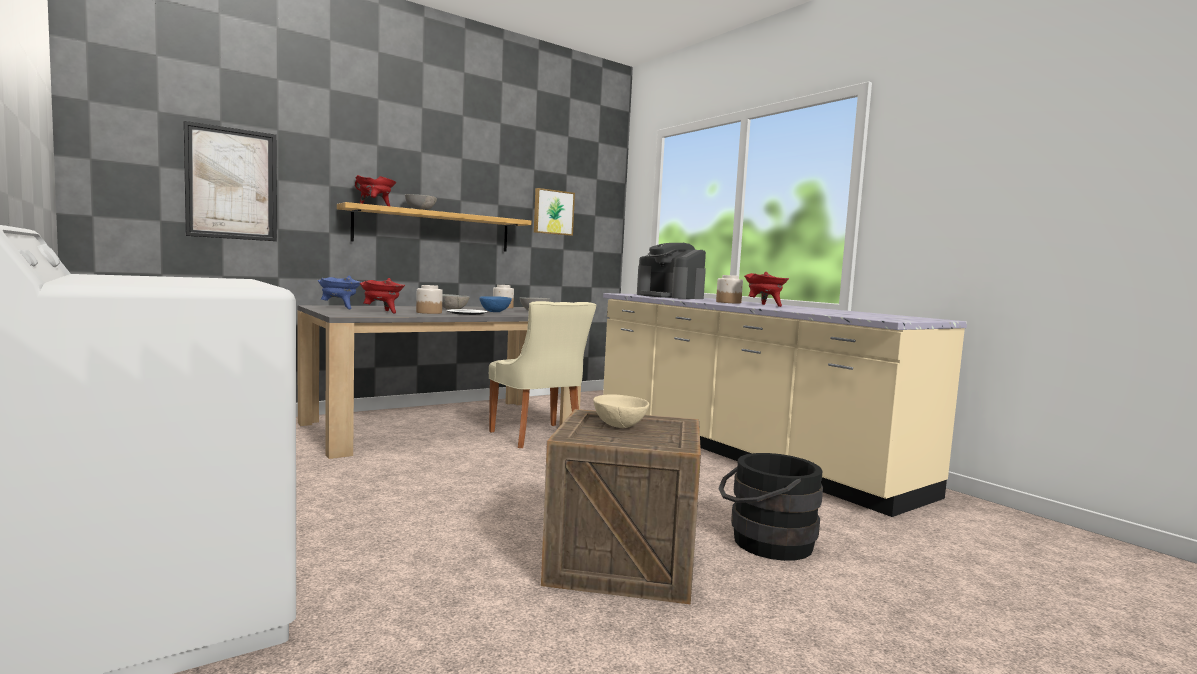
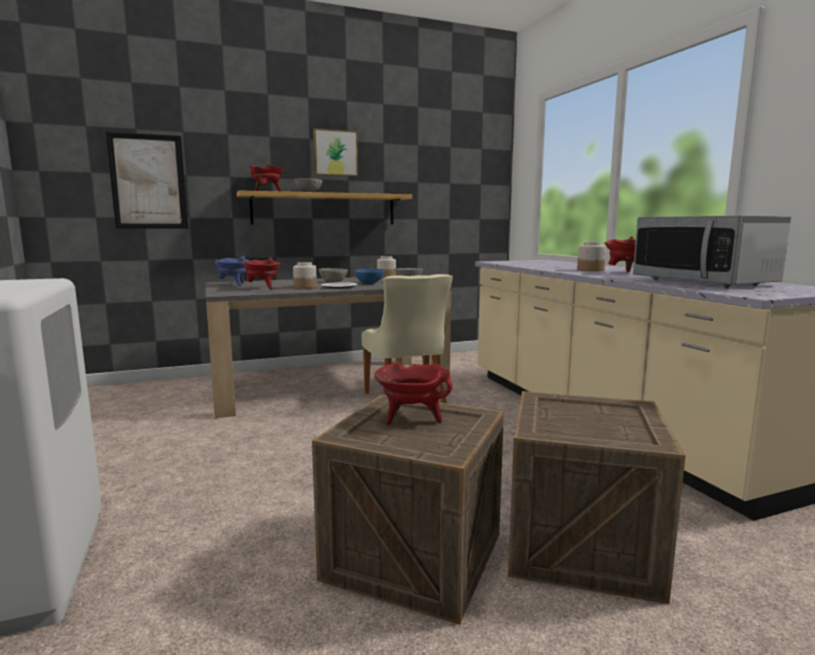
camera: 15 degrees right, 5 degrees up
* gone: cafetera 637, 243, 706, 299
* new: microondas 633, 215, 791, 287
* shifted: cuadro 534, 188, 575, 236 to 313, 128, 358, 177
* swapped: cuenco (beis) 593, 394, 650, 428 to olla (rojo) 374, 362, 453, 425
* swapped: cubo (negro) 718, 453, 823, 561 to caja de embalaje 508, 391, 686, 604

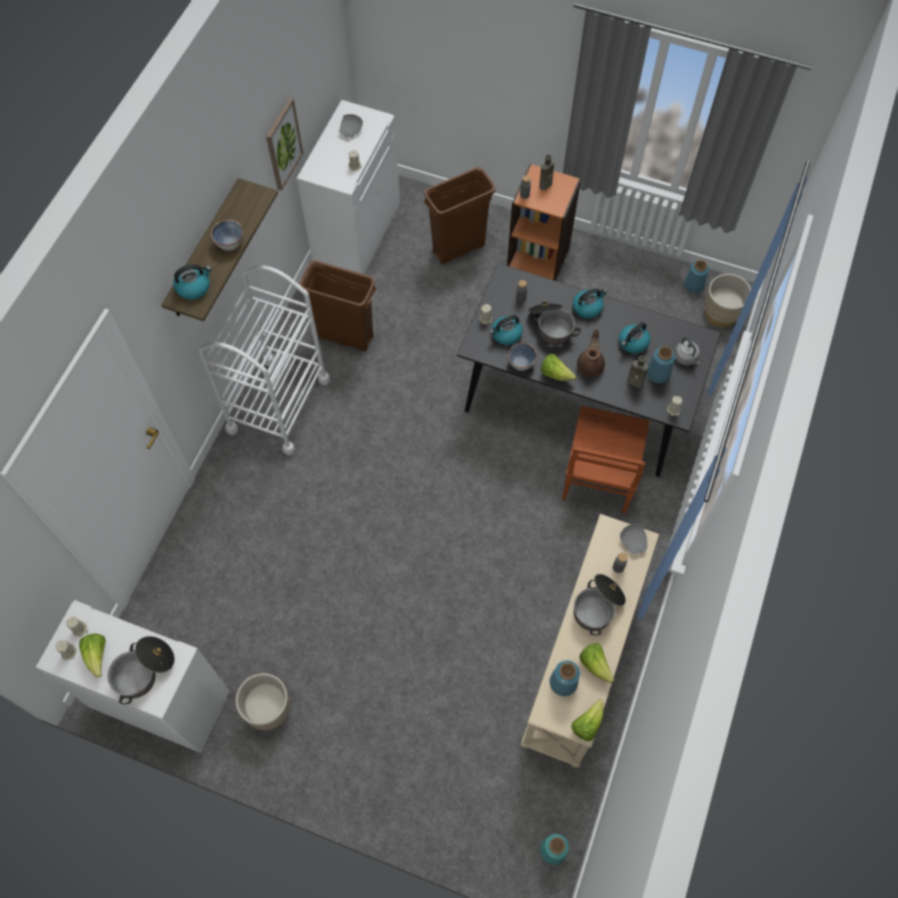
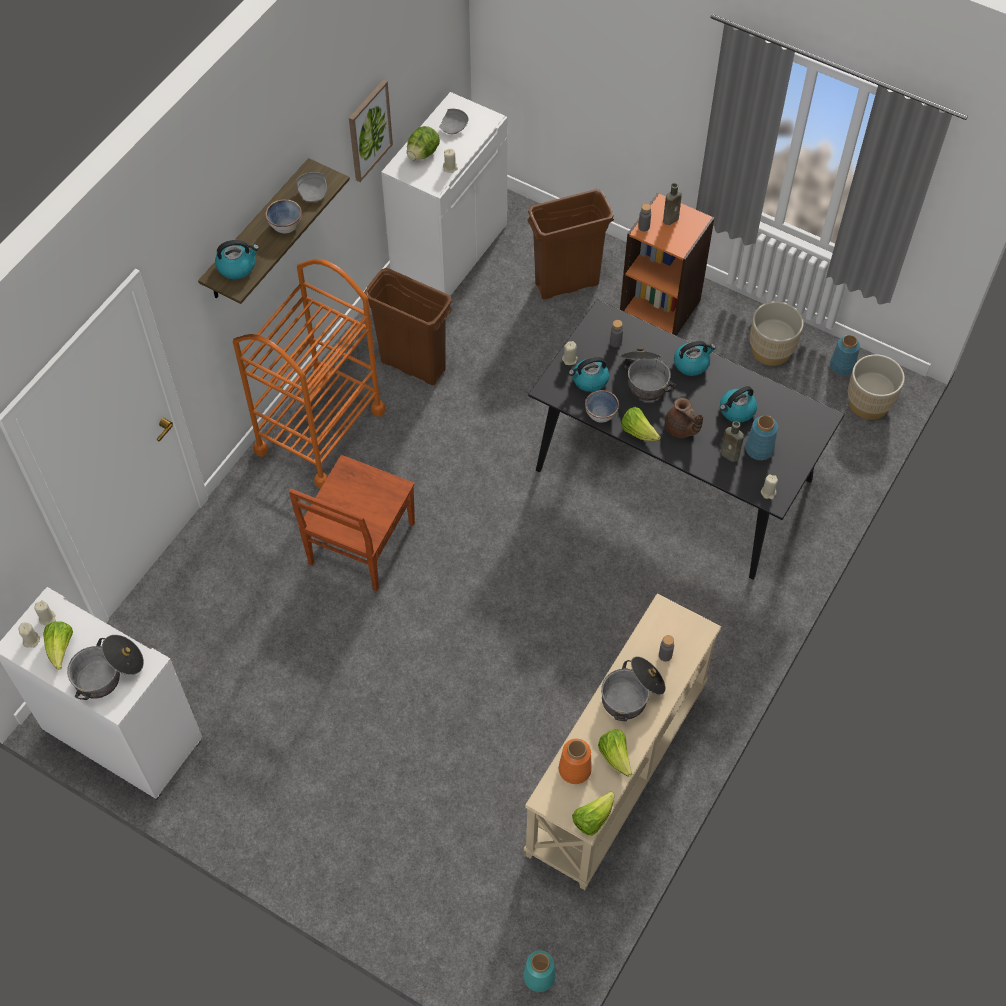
camera: 10 degrees right, 5 degrees down
* gone: hervidor (gris) 674, 337, 700, 365
* new: lechuga 407, 126, 440, 160
* shifted: maceta (beis) 236, 673, 290, 730 to 750, 301, 804, 366
* shifted: silla (marrón) 562, 406, 649, 514 to 289, 455, 415, 592
* shifted: plato (gris) 620, 524, 647, 554 to 296, 172, 327, 202
* repainted: carrito (blanco) 198, 265, 330, 455 to carrito (naranja) 233, 259, 385, 488
* repainted: florero (azul) 550, 660, 580, 696 to florero (naranja) 559, 739, 592, 784
* rotated: tetera (marrón) 577, 329, 605, 377 = 665, 398, 703, 438 120 degrees clockwise

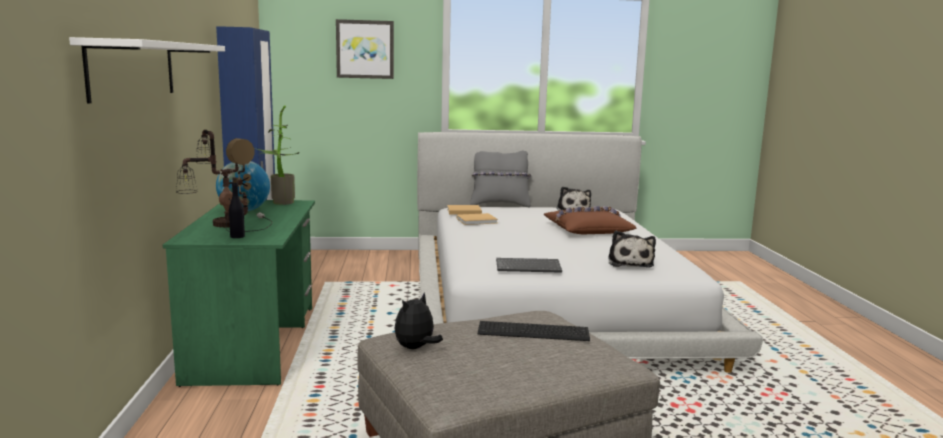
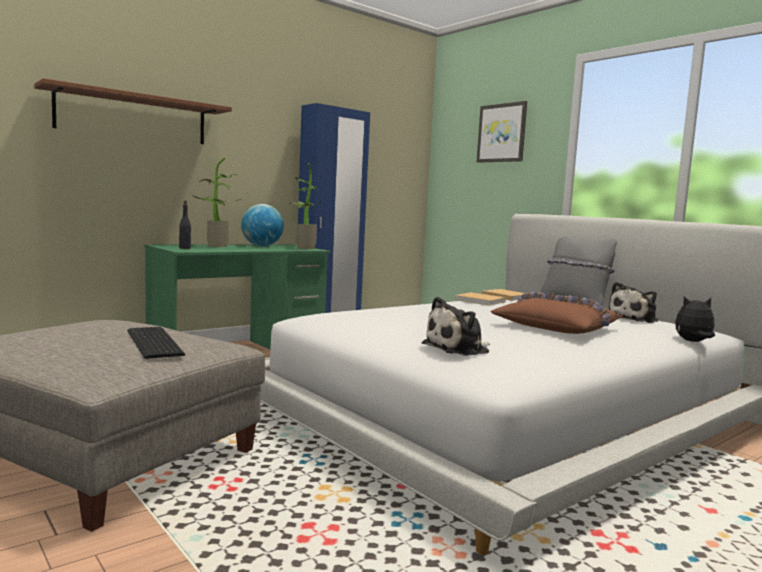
camera: 55 degrees right, 5 degrees down
* gone: teclado 496, 258, 562, 273
* shifted: peluche 394, 292, 443, 349 to 675, 296, 715, 342
* swapped: lámpara de mesa 176, 130, 272, 232 to planta en maceta 192, 157, 241, 247
* repainted: estante (blanco) 69, 37, 225, 104 to estante (marrón) 34, 78, 232, 144

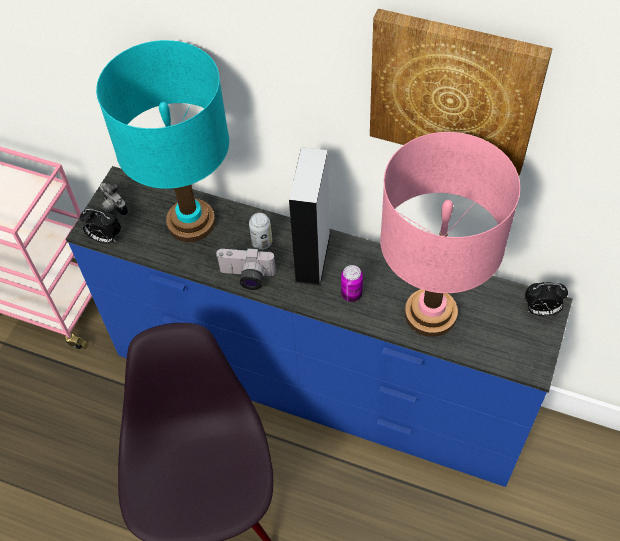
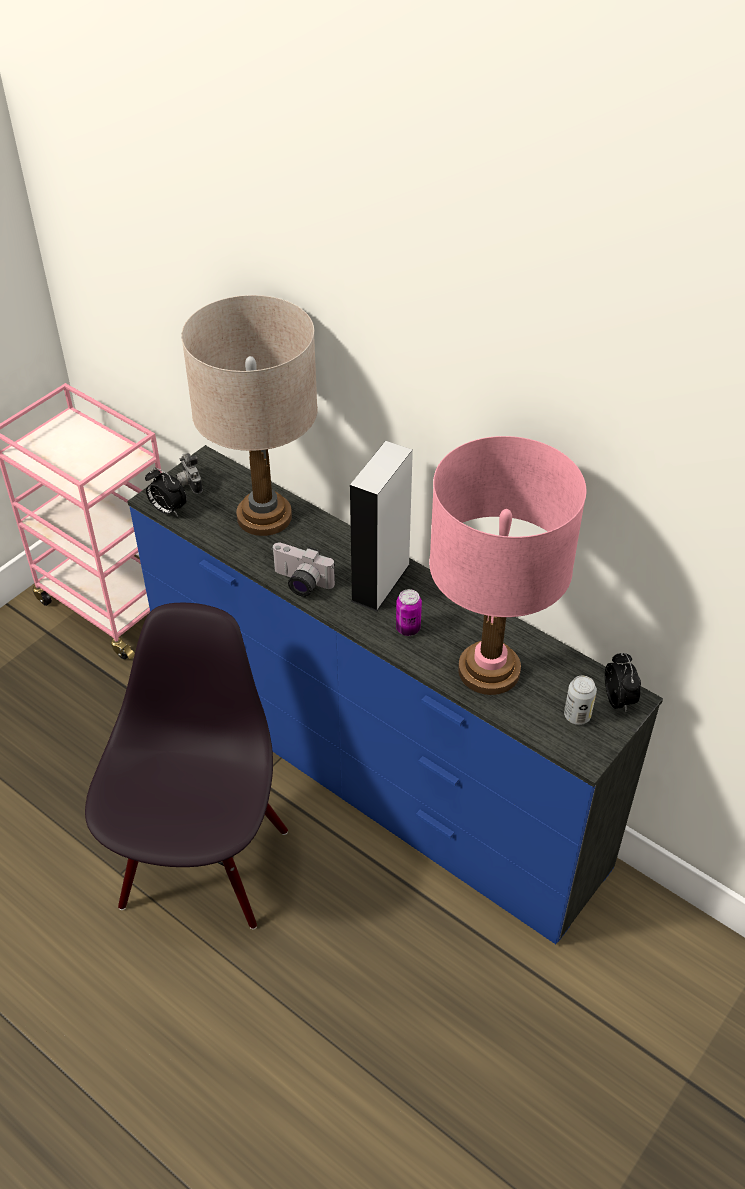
camera: 15 degrees right, 10 degrees down
* gone: cuadro 370, 8, 552, 175
* shifted: lata 249, 213, 272, 250 to 564, 676, 597, 725
* repainted: lámpara de mesa (turquesa) 96, 40, 229, 242 to lámpara de mesa (beis) 181, 295, 318, 536
* rotated: despertador 525, 282, 568, 316 = 605, 653, 641, 712 120 degrees counterclockwise

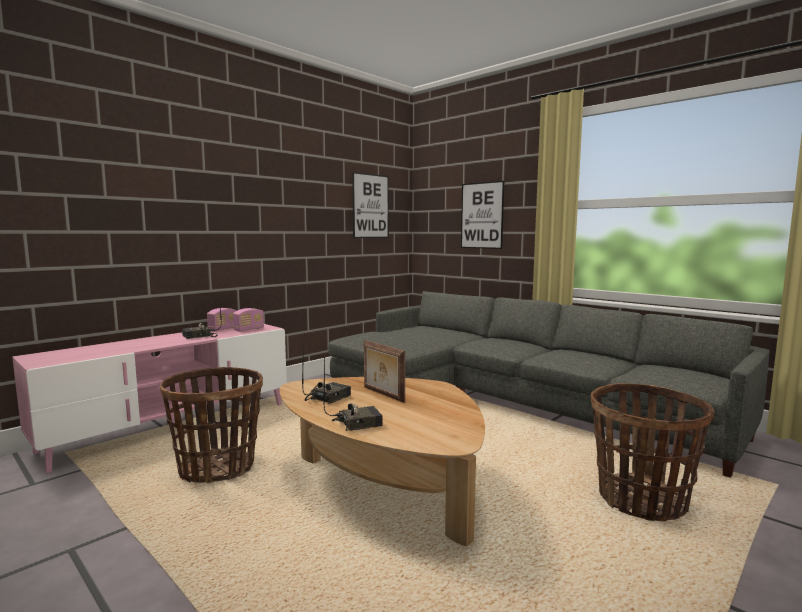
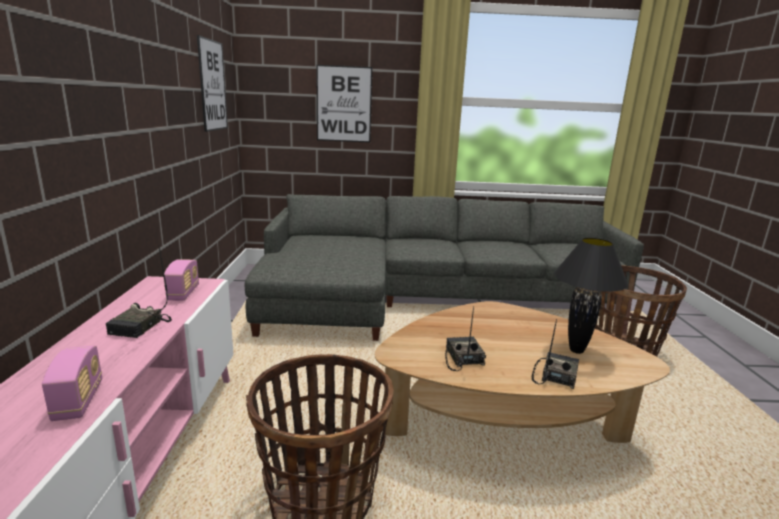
camera: 45 degrees left, 10 degrees up
* gone: portarretratos 364, 340, 405, 403
* new: lámpara de mesa (negro) 554, 238, 629, 354
* shifted: radio 207, 308, 236, 332 to 42, 345, 102, 421

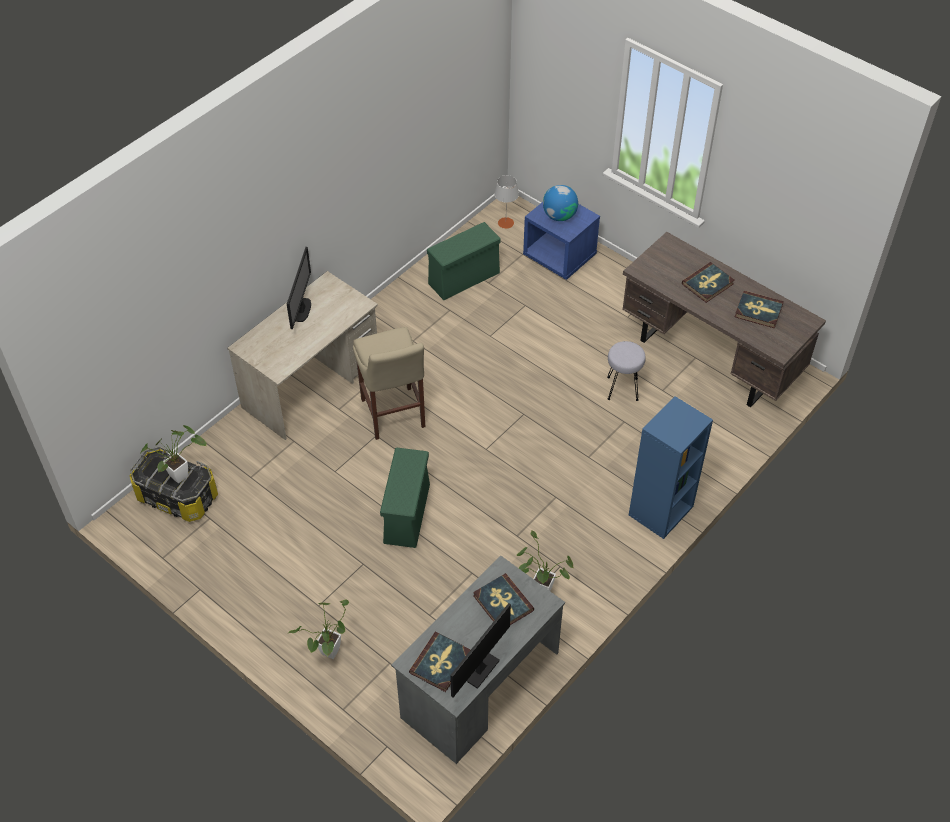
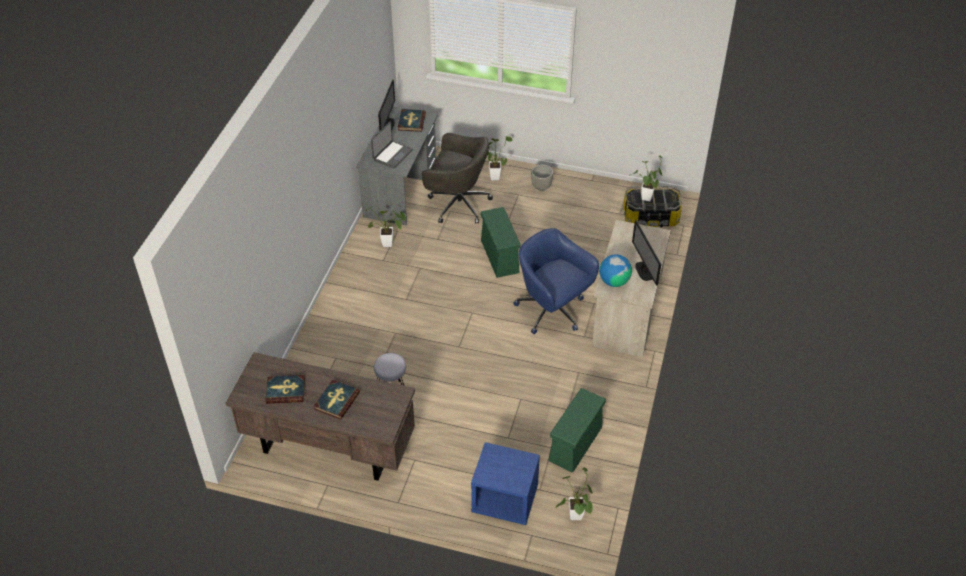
camera: 155 degrees right, 5 degrees down
* gone: estantería (azul) 629, 396, 713, 539
* new: silla de oficina (gris) 422, 133, 493, 224
* new: maceta (gris) 531, 165, 553, 191
* shifted: globo terráqueo 543, 185, 578, 221 to 599, 254, 632, 287
* swapped: taburete (beis) 353, 327, 425, 440 to silla de oficina (azul) 513, 228, 599, 334
* swapped: libro 473, 573, 534, 625 to portátil 371, 122, 413, 169
* swapped: lámpara de mesa (gris) 494, 175, 519, 229 to planta en maceta 556, 467, 593, 520

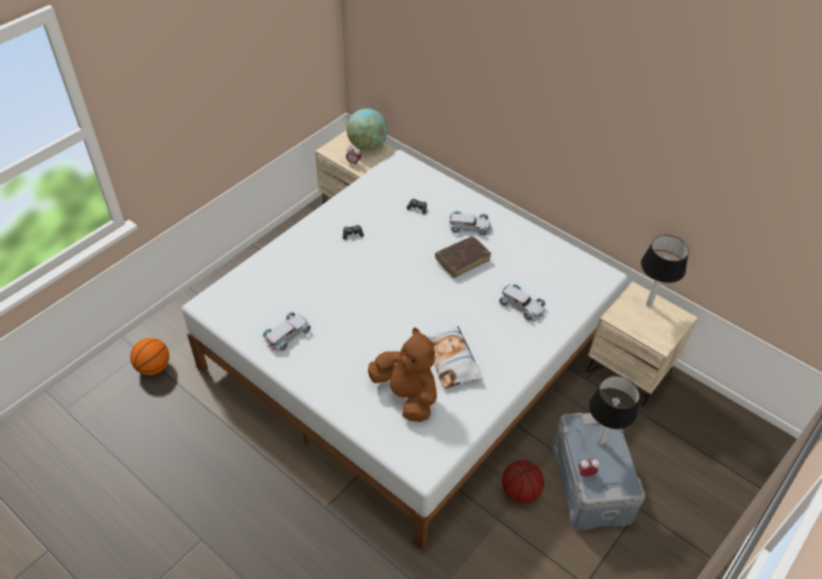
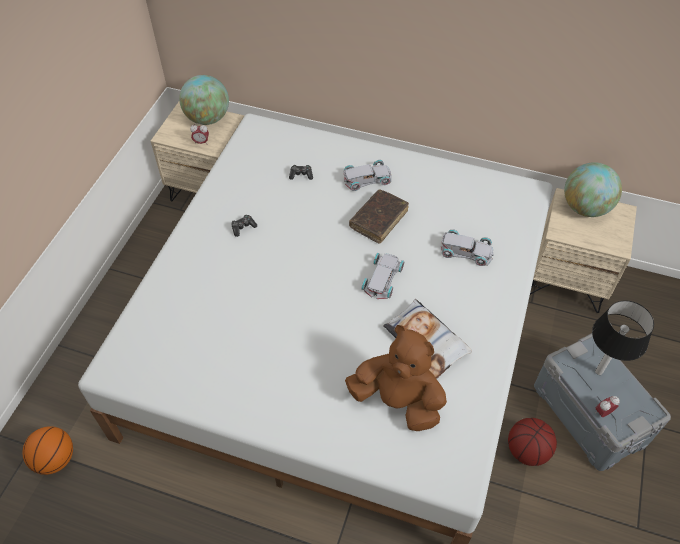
camera: 20 degrees left, 5 degrees up
* shifted: coche de juguete (blanco) 263, 311, 311, 351 to 361, 253, 404, 299
* swapped: lámpara de mesa 641, 235, 689, 307 to globo terráqueo 564, 162, 622, 217

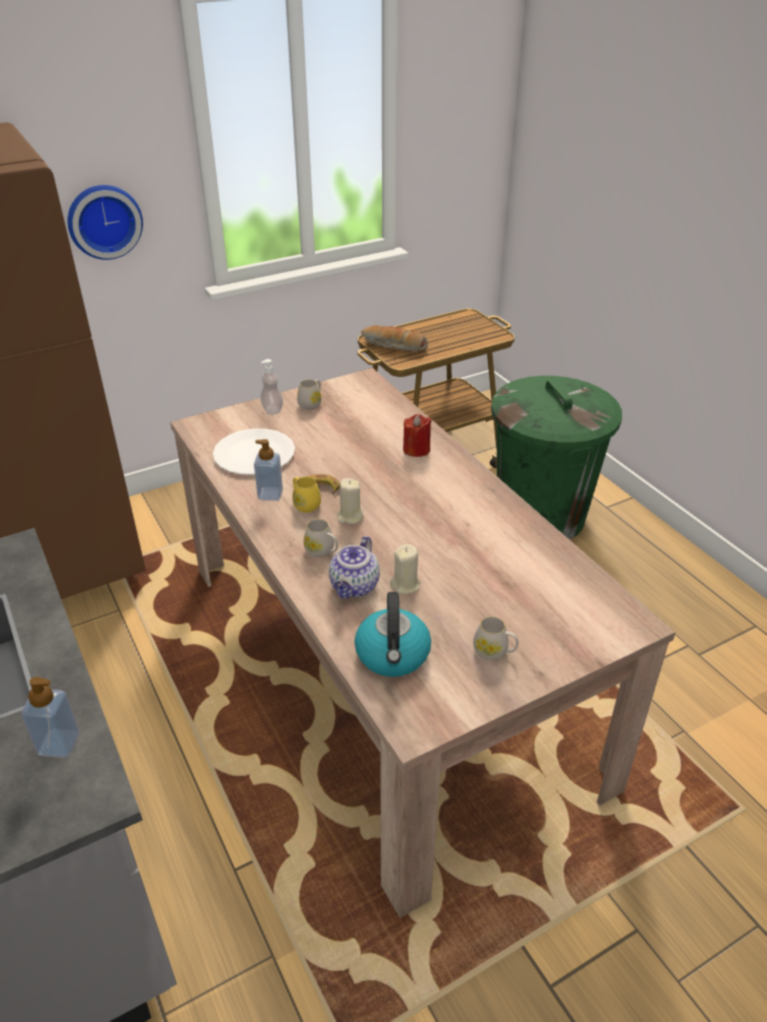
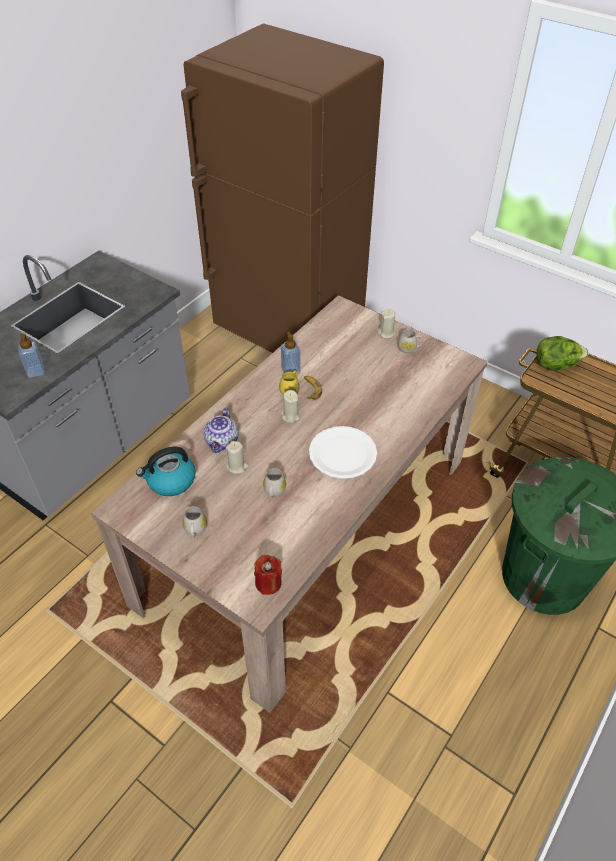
camera: 65 degrees right, 10 degrees up
* gone: reloj de pared 68, 185, 143, 260
* shifted: plato (blanco) 213, 429, 295, 475 to 309, 426, 377, 479
* shifted: taza grande (blanco) 304, 519, 338, 557 to 263, 468, 286, 498
* shifted: vela (rojo) 403, 414, 432, 457 to 254, 555, 282, 595
* swapped: dispensador de jabón 260, 359, 283, 414 to vela (beis) 378, 309, 396, 338
* swapped: pan 361, 325, 428, 351 to lechuga 537, 336, 589, 371
* rotated: tetera 329, 536, 380, 599 = 204, 408, 238, 453 75 degrees counterclockwise

